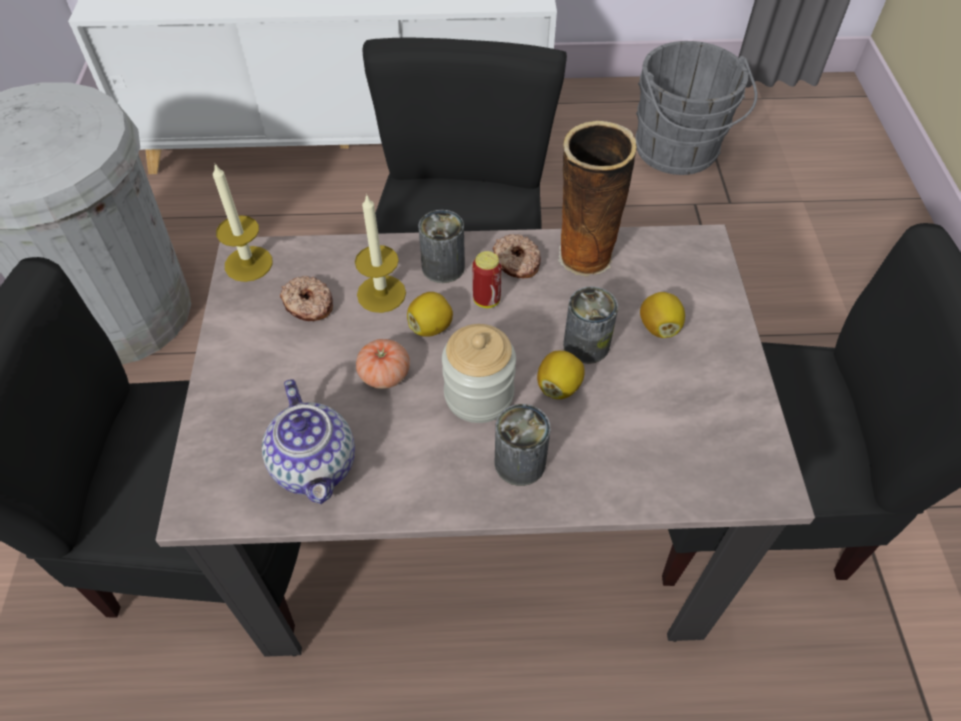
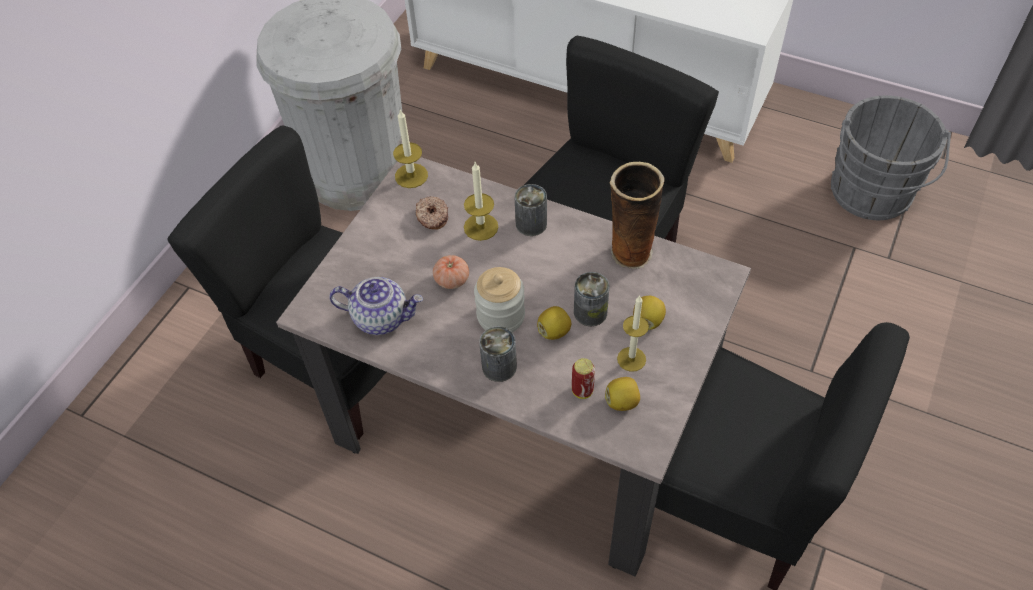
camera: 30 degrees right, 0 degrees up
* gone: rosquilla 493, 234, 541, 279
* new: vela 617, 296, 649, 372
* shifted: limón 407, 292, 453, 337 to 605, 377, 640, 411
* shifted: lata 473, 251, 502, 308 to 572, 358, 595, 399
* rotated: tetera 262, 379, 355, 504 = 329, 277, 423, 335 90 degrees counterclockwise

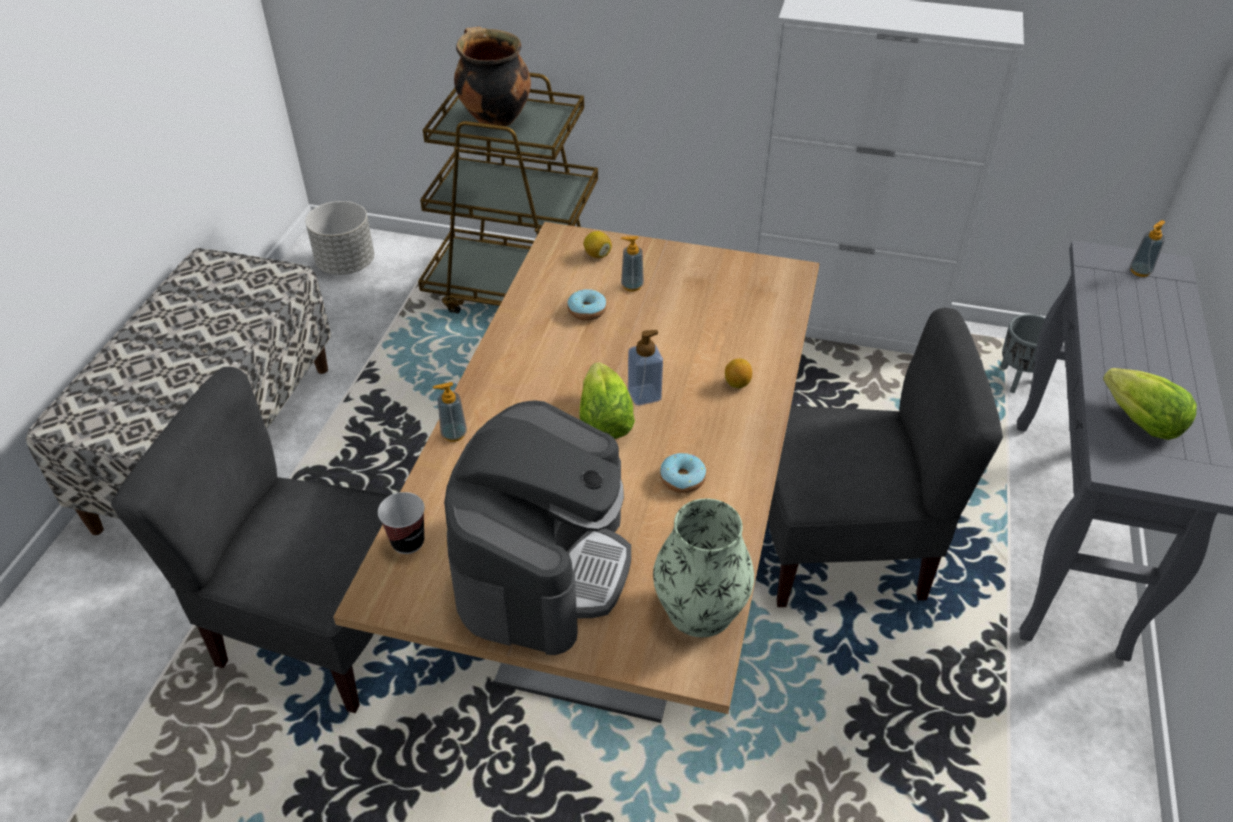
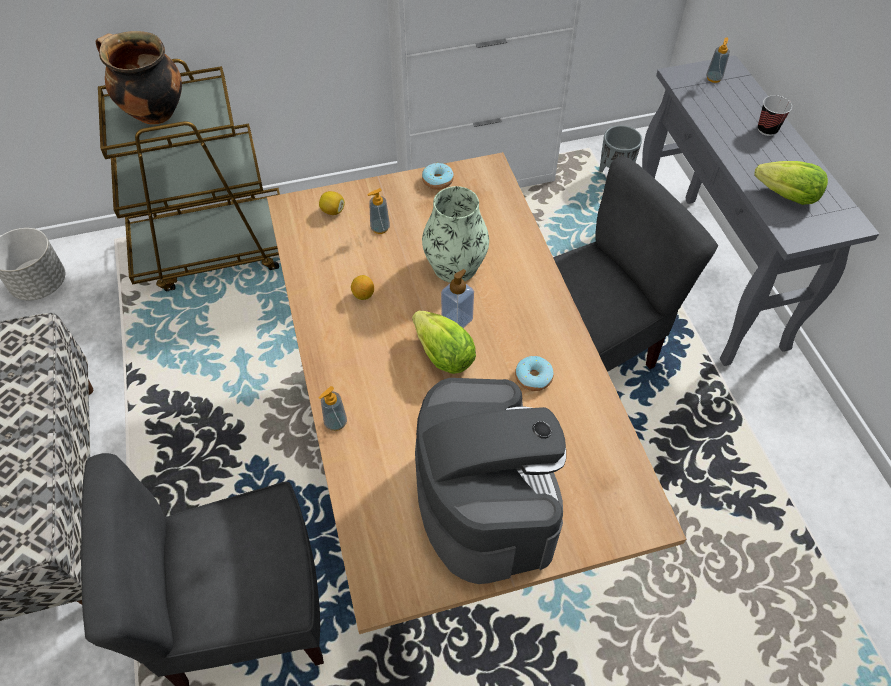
camera: 30 degrees left, 10 degrees up
* shifted: taza 378, 492, 425, 554 to 758, 95, 792, 136
* shifted: rosquilla 567, 289, 607, 321 to 422, 163, 454, 190
* shifted: florero 653, 498, 754, 637 to 422, 186, 489, 283
* shifted: limón 725, 358, 752, 388 to 351, 275, 374, 300

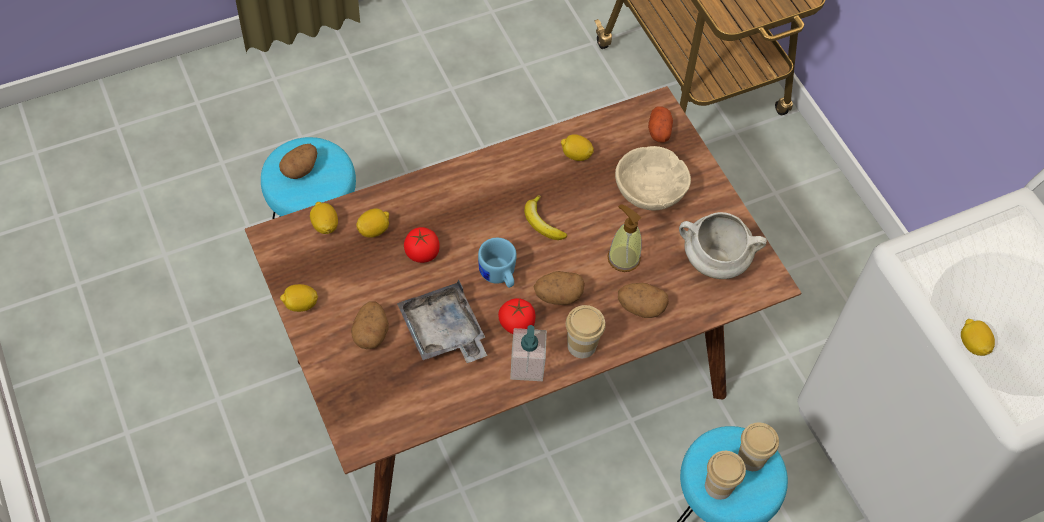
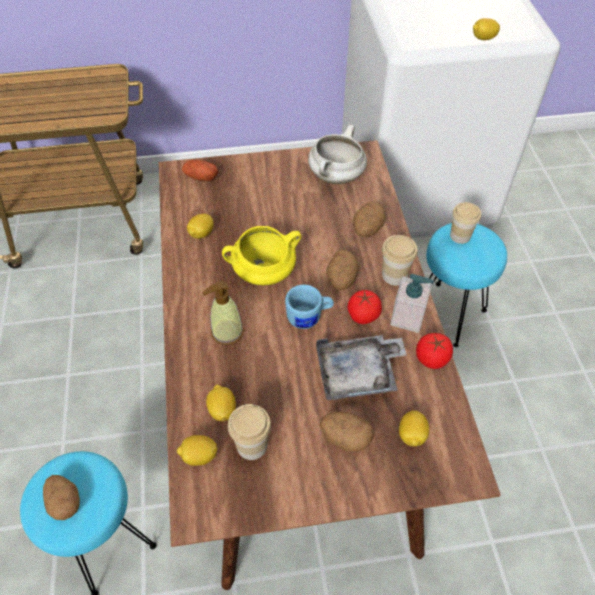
camera: 70 degrees left, 5 degrees down
* gone: cuenco (beis) 615, 146, 691, 211
* shifted: limón 280, 284, 318, 312 to 399, 410, 429, 447
* shifted: tomate 404, 227, 440, 263 to 416, 333, 453, 369
* shifted: dispensador de jabón 607, 204, 642, 272 to 202, 280, 244, 345
* shifted: taza 705, 451, 746, 500 to 228, 404, 271, 460
* swapped: plátano 524, 195, 567, 240 to olla (amarillo) 222, 226, 301, 285

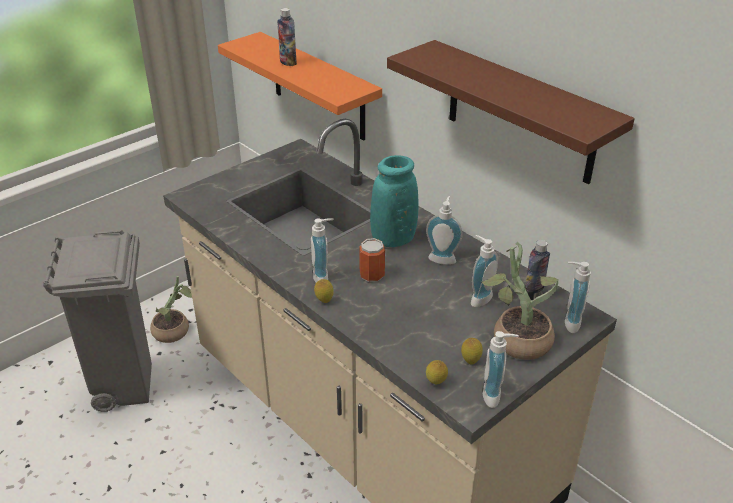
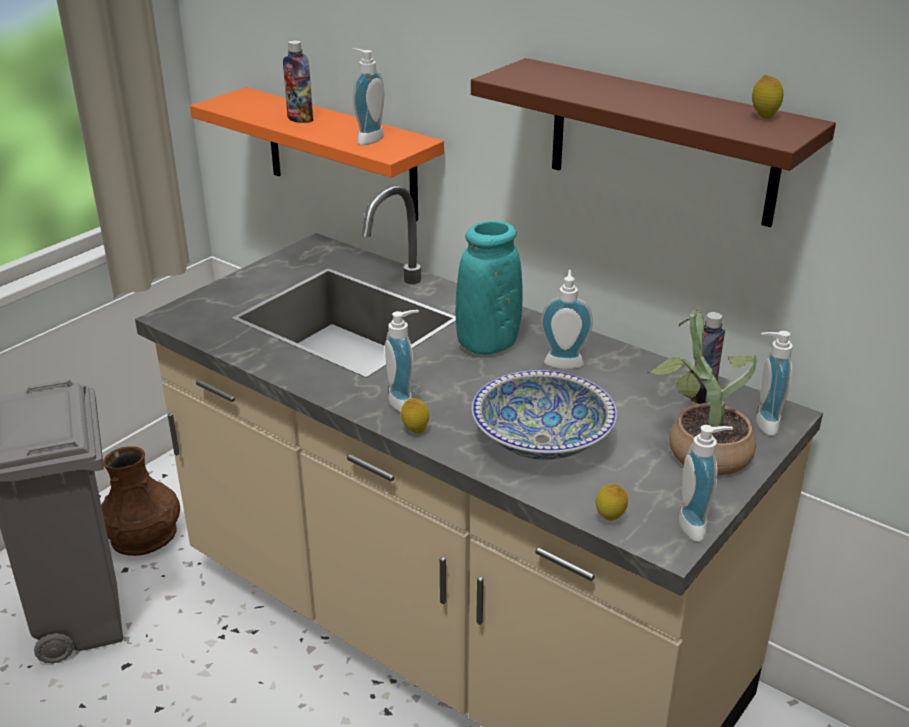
camera: 10 degrees left, 5 degrees down
* gone: lata 359, 238, 385, 282
* new: cuenco 472, 370, 617, 460
* shifted: limón 461, 338, 483, 364 to 752, 75, 784, 119
* shifted: dispensador de jabón 471, 235, 498, 307 to 352, 48, 385, 145
* swapped: planta en maceta 150, 276, 192, 343 to florero (marrón) 101, 446, 180, 556

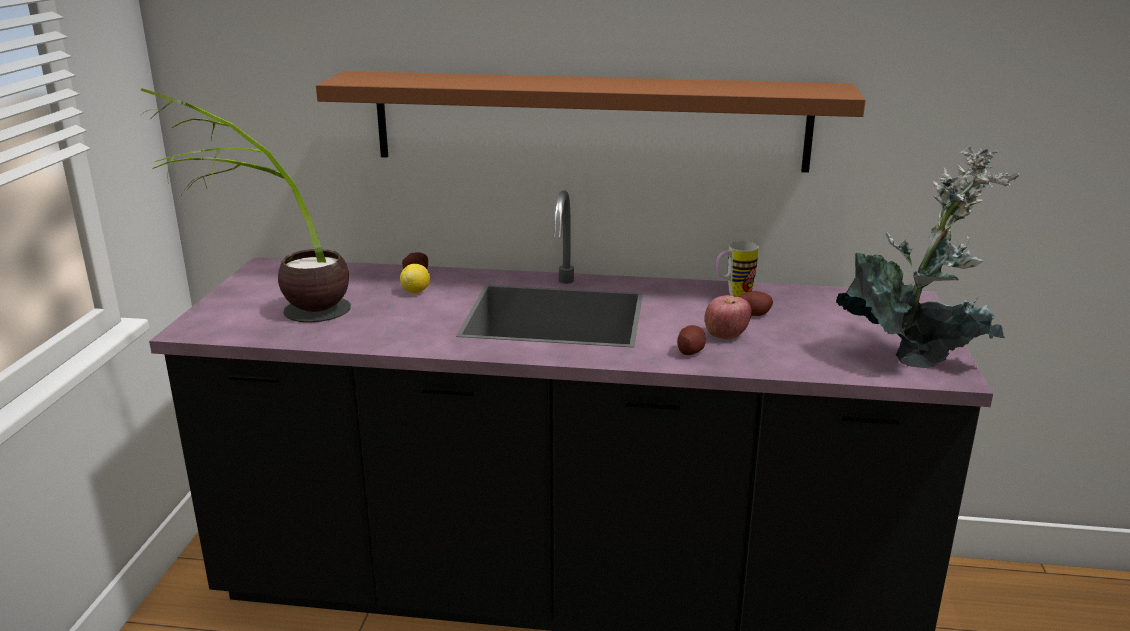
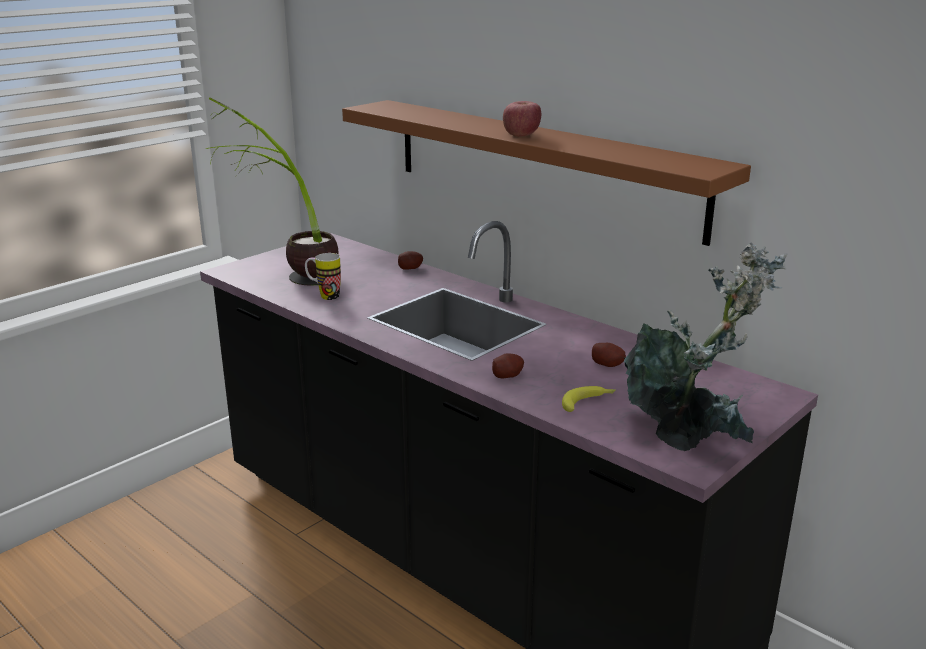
camera: 35 degrees right, 0 degrees up
* gone: limón 400, 264, 430, 293
* new: plátano 562, 386, 616, 412
* shifted: manzana 705, 295, 751, 340 to 503, 101, 541, 137
* shifted: taza grande 716, 241, 759, 297 to 305, 253, 341, 300

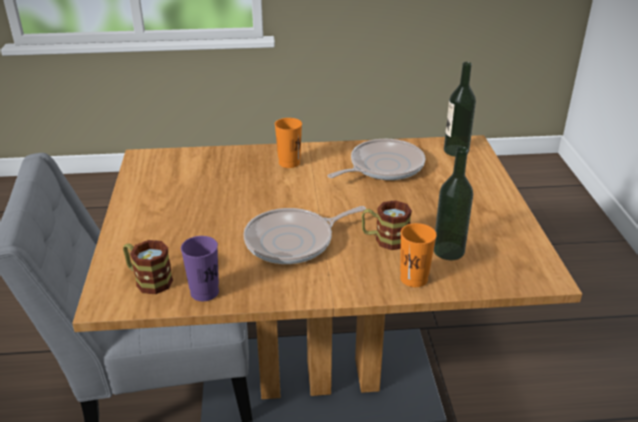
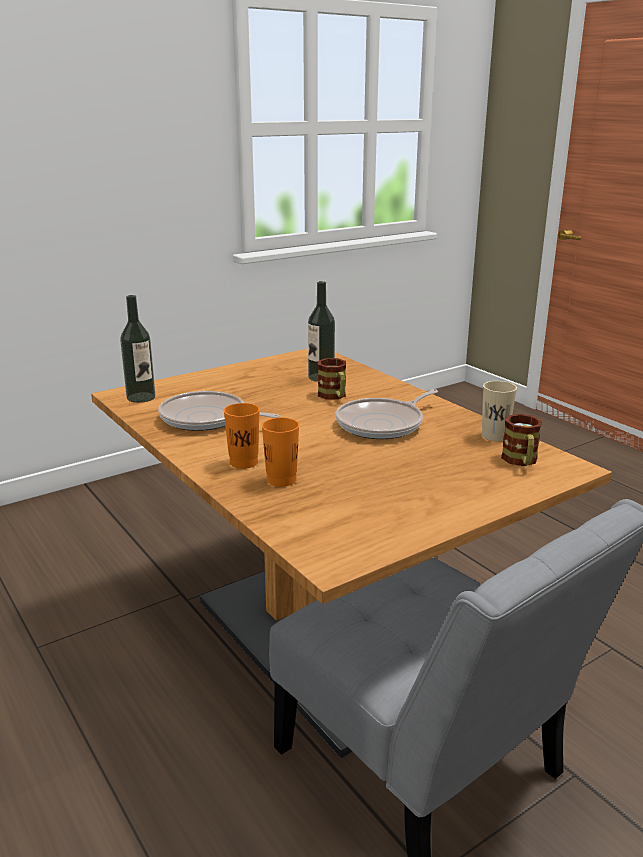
camera: 120 degrees left, 10 degrees down
* shifted: taza (naranja) 400, 223, 437, 287 to 261, 418, 299, 487
* repainted: taza (morado) 181, 236, 219, 301 to taza (beis) 482, 381, 517, 442
* rotated: sartén 243, 206, 366, 264 = 335, 389, 438, 439 105 degrees clockwise

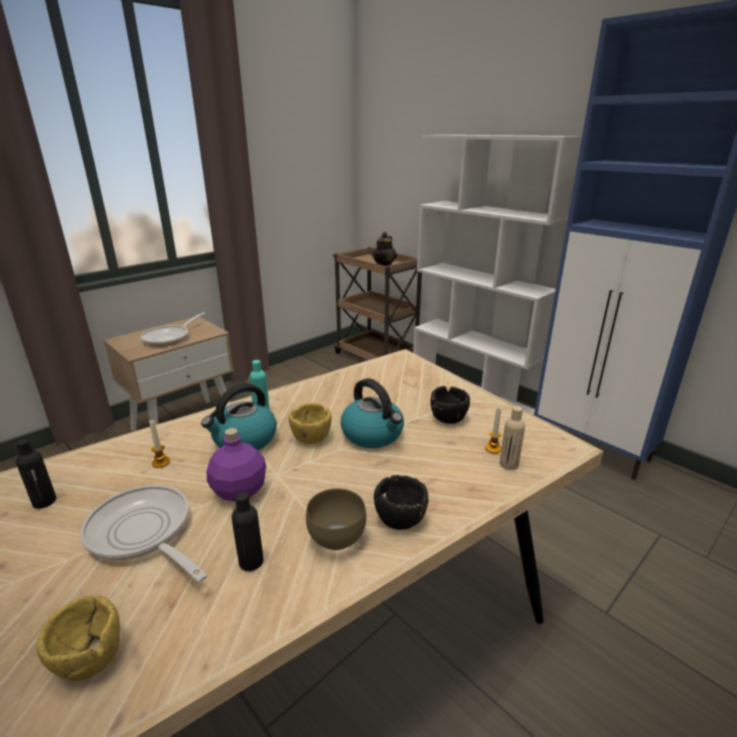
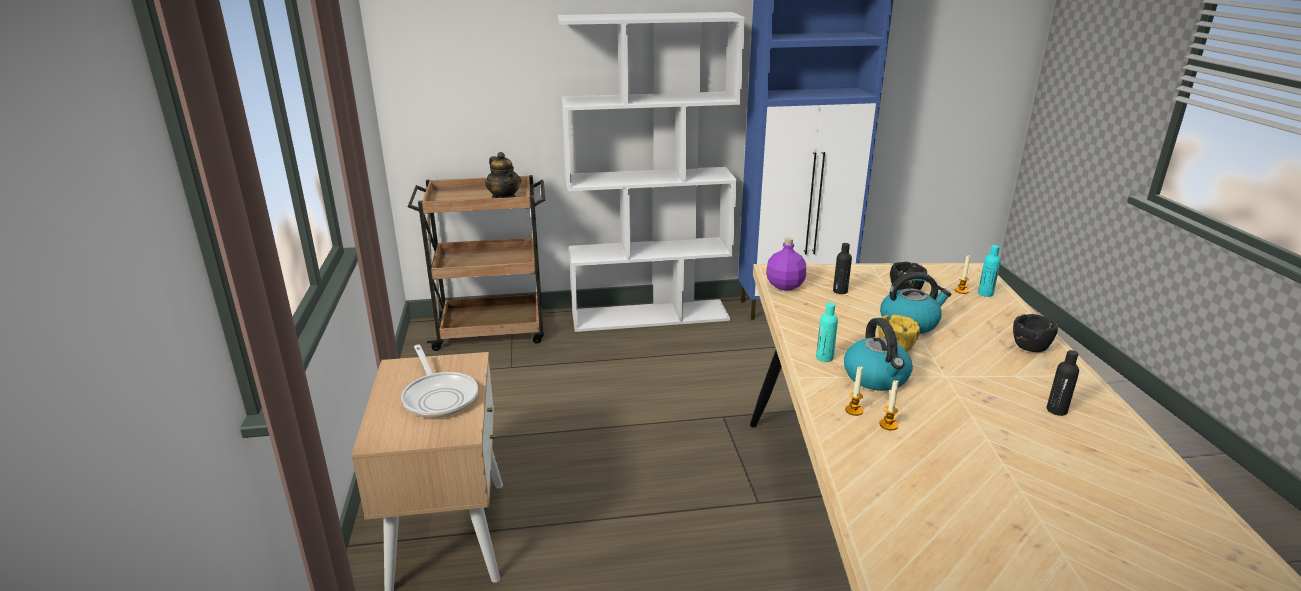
camera: 55 degrees left, 0 degrees up
* gone: cuenco (amarillo) 36, 596, 120, 681
* gone: sartén 80, 485, 207, 582
* gone: cuenco (marrón) 306, 488, 366, 550
* new: vela 845, 366, 863, 416
* shifted: botella (negro) 16, 439, 56, 509 to 833, 243, 852, 294
* shifted: botella (morado) 207, 428, 266, 502 to 766, 237, 806, 291
* repainted: botella (beis) 499, 406, 525, 470 to botella (turquesa) 978, 245, 1001, 297

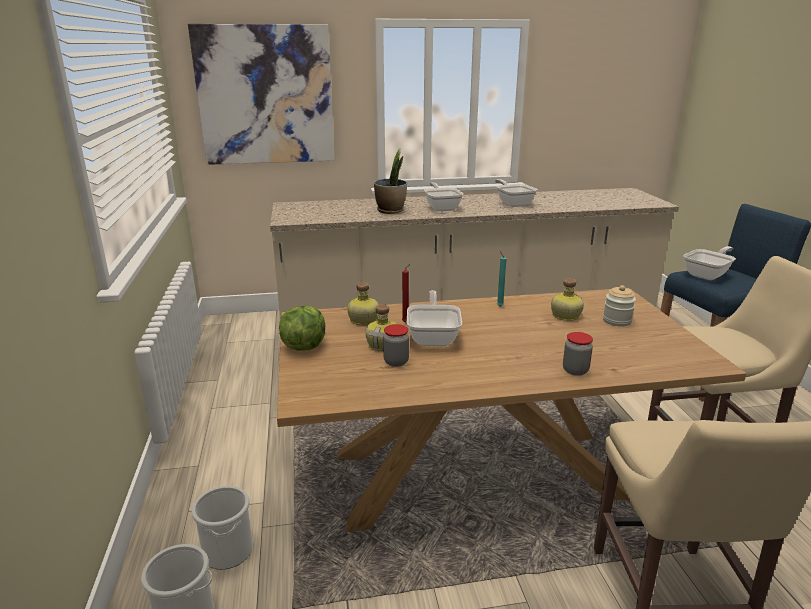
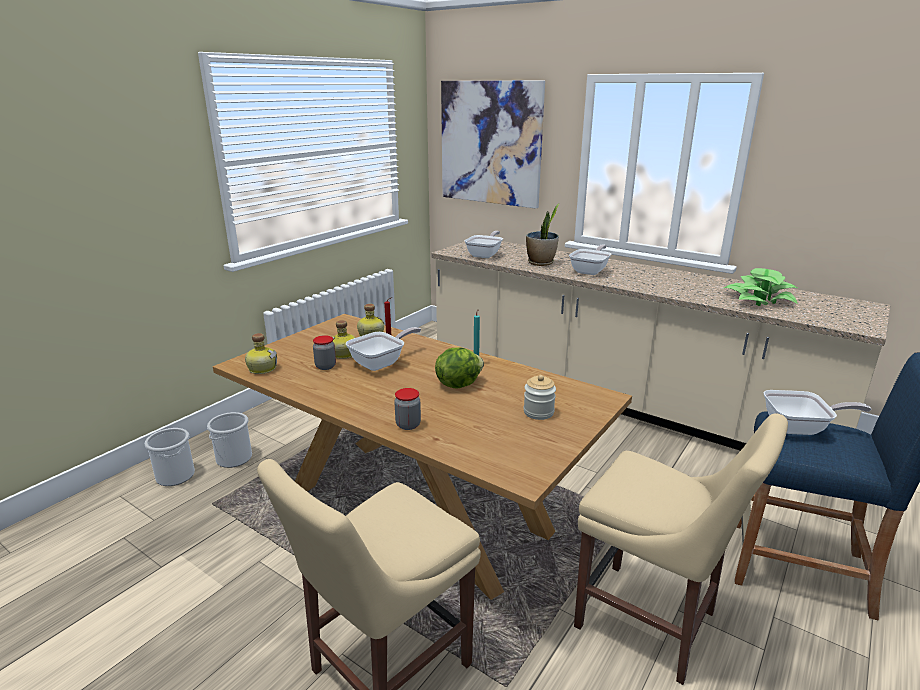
camera: 45 degrees right, 0 degrees up
* new: planta en maceta 724, 268, 798, 306
* shifted: lechuga 279, 306, 325, 351 to 435, 347, 484, 389
* shifted: sartén 495, 179, 538, 207 to 465, 231, 503, 258
* shifted: botella 551, 279, 584, 321 to 245, 333, 277, 374

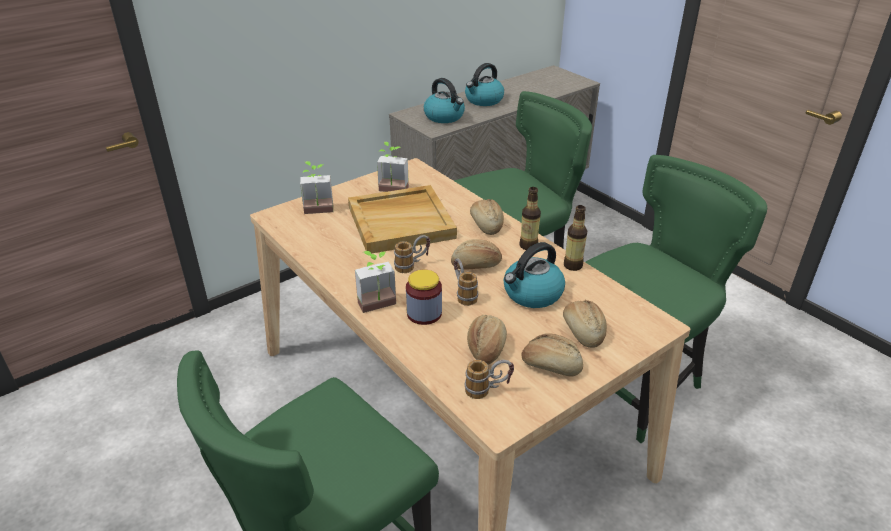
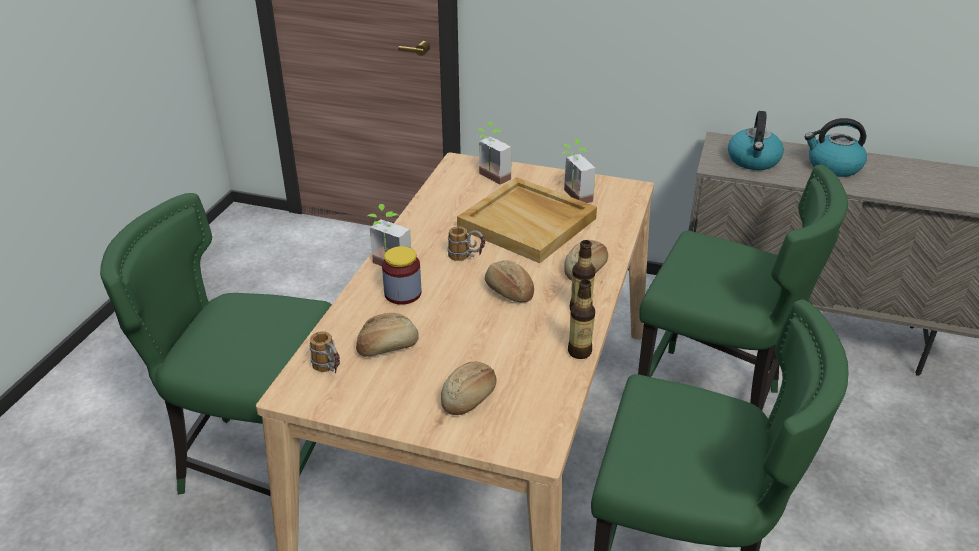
camera: 55 degrees right, 0 degrees up
* gone: taza grande 454, 258, 478, 306
* gone: hervidor 504, 242, 565, 308
* gone: pan 522, 333, 583, 376

